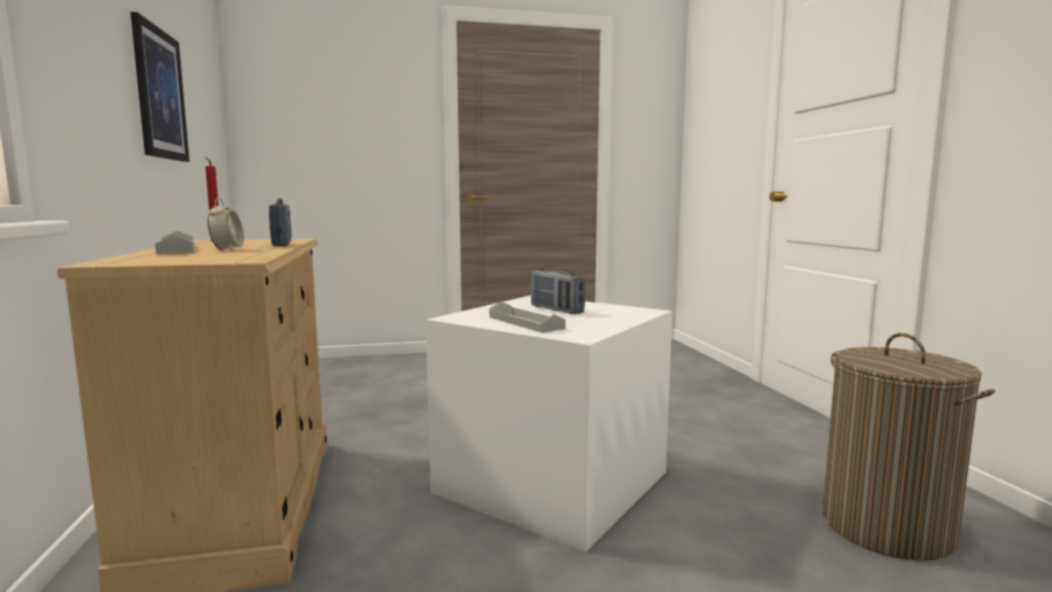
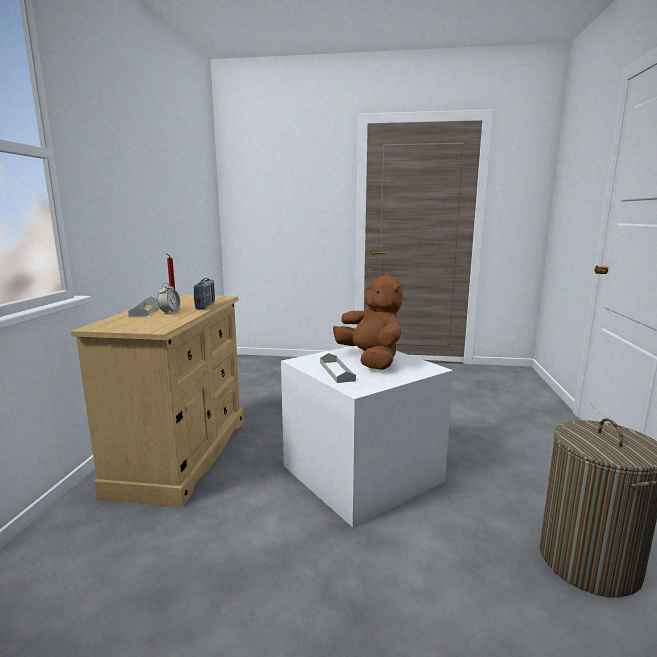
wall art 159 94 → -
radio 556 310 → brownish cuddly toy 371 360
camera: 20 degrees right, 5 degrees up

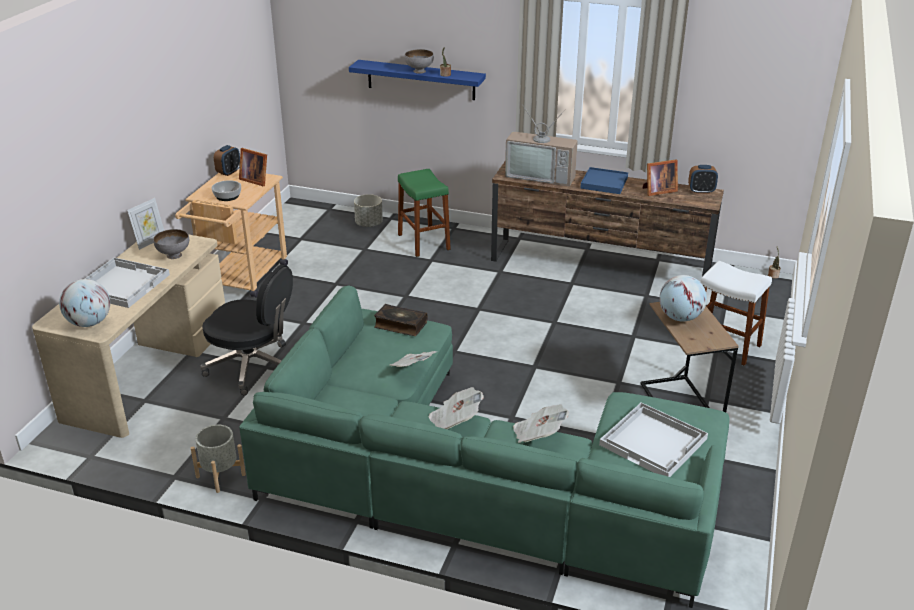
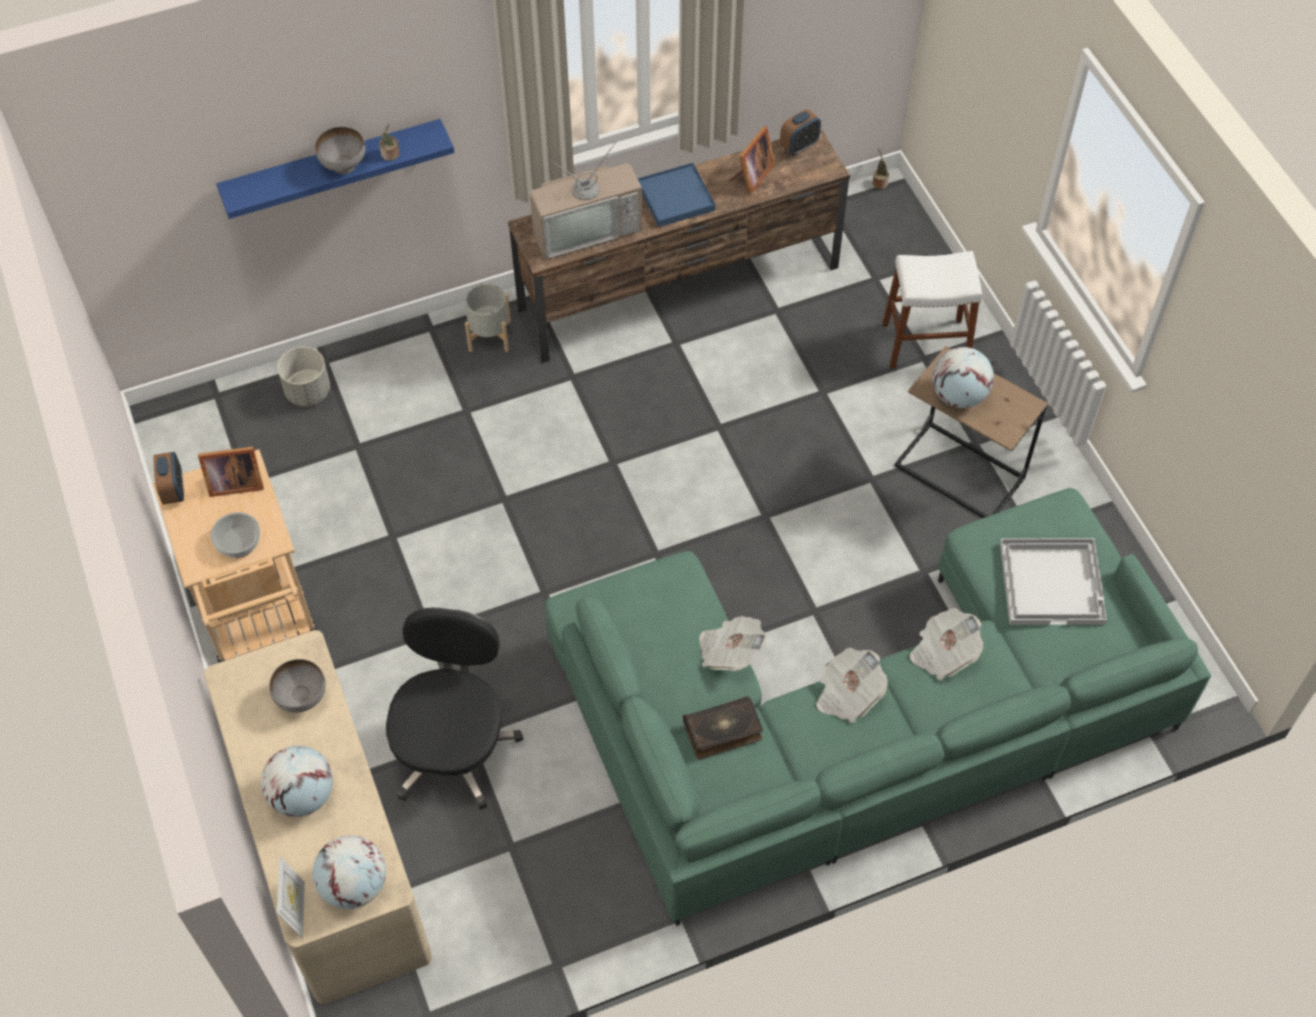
greenish stool 423 242 → -
picture frame 150 242 → picture frame 297 910, relocated
white-coloured serving tray 121 284 → globe 302 795
black desk chair 253 367 → black desk chair 454 747, 60 degrees counterclockwise
volume 400 325 → volume 723 732, relocated
gray plant pot 221 476 → gray plant pot 490 335, relocated
camera: 40 degrees left, 25 degrees up

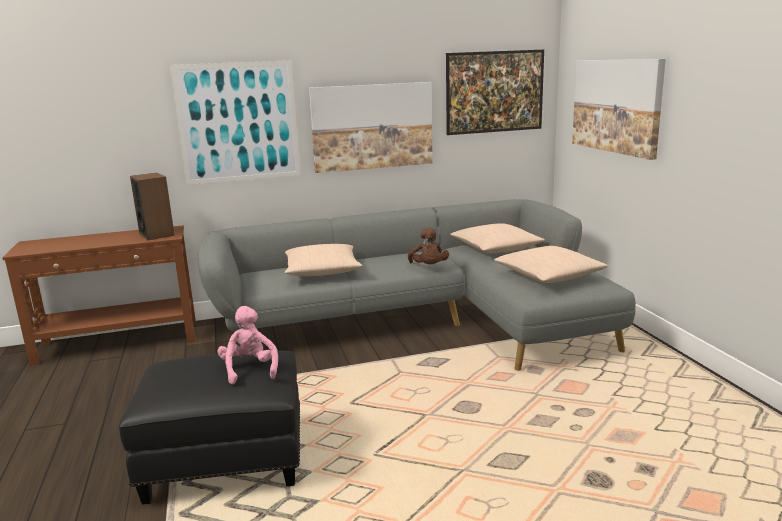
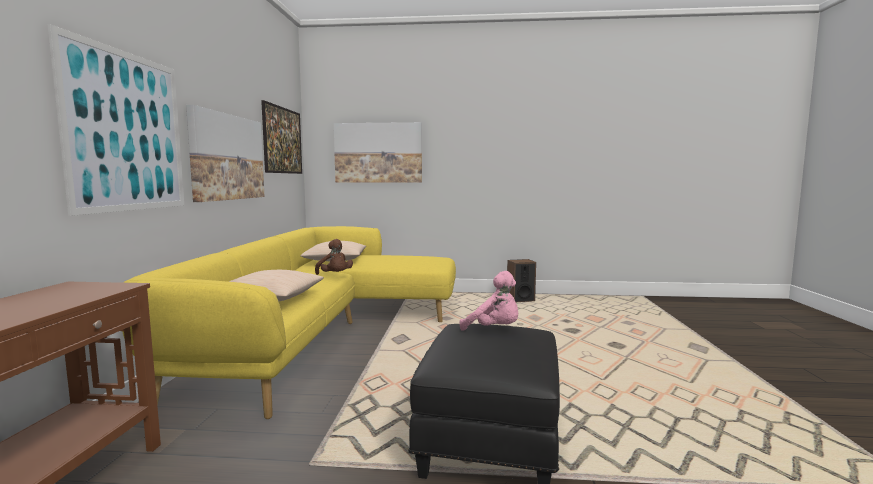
audio speaker 157 234 → audio speaker 520 300, relocated
gray couch 424 321 → yellow-coloured couch 324 330
brownish cuddly toy 428 267 → brownish cuddly toy 335 275, 45 degrees clockwise
beige-coloured cushion 548 276 → -
pink-coloured cuddly toy 249 369 → pink-coloured cuddly toy 494 330, 150 degrees counterclockwise
camera: 70 degrees left, 10 degrees down

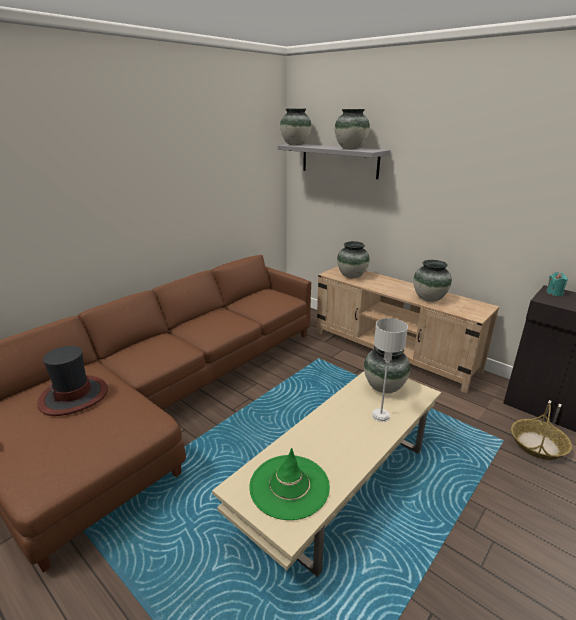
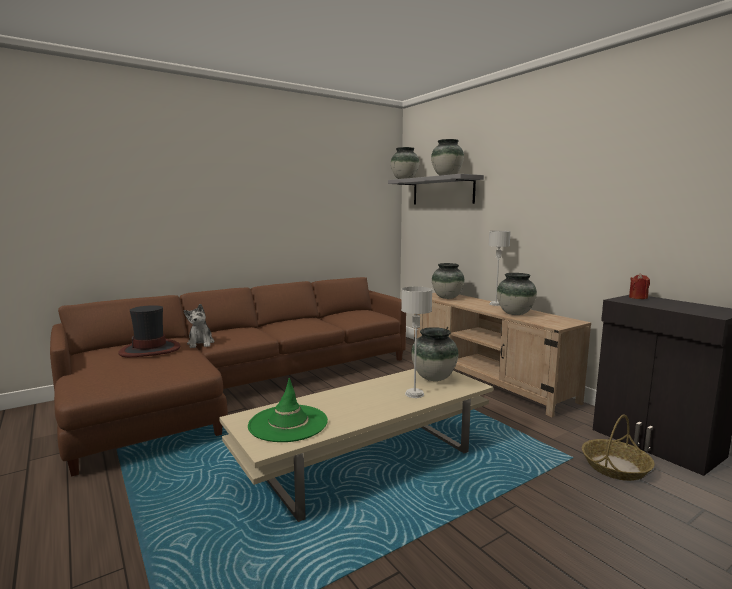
blue-green wax candle 554 293 → red wax candle 638 297
- → gray table lamp 496 304
- → cuddly toy 201 343
camera: 15 degrees right, 15 degrees down

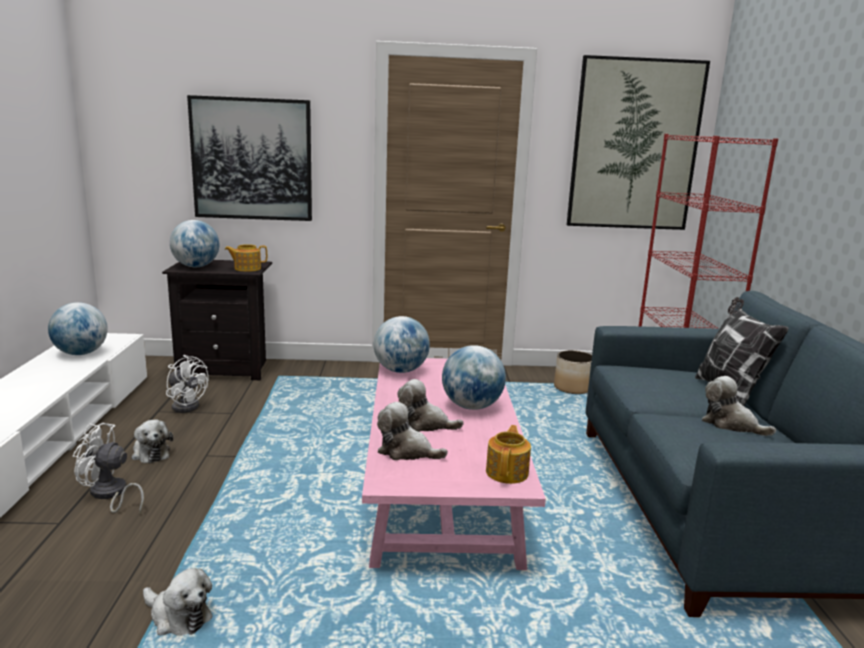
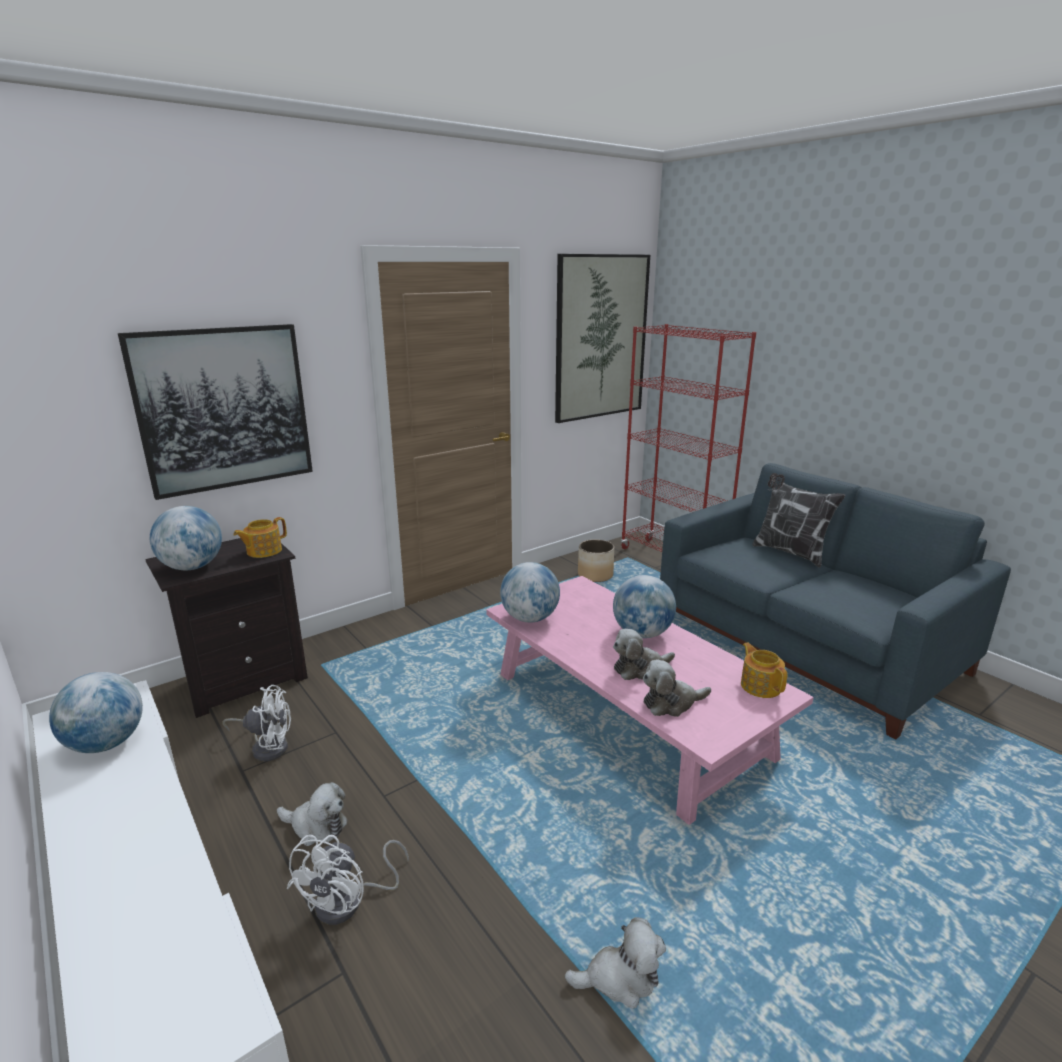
cuddly toy 731 424 → -
white-coloured electric fan 110 495 → white-coloured electric fan 349 902, 45 degrees counterclockwise
camera: 35 degrees left, 5 degrees up

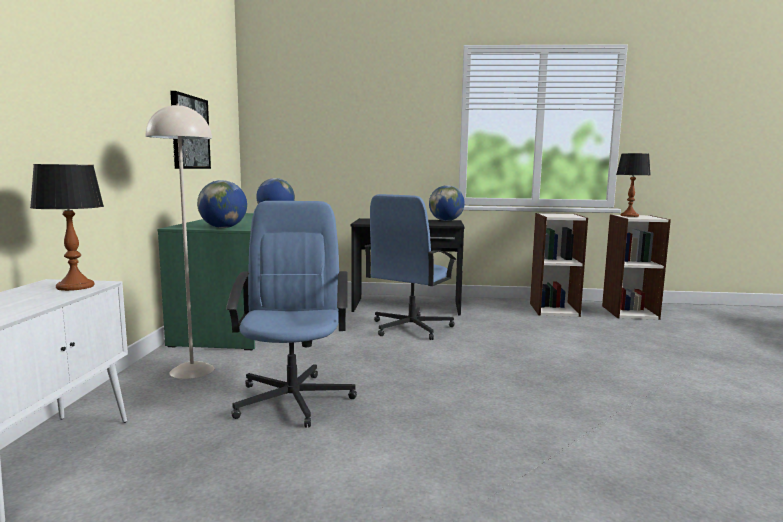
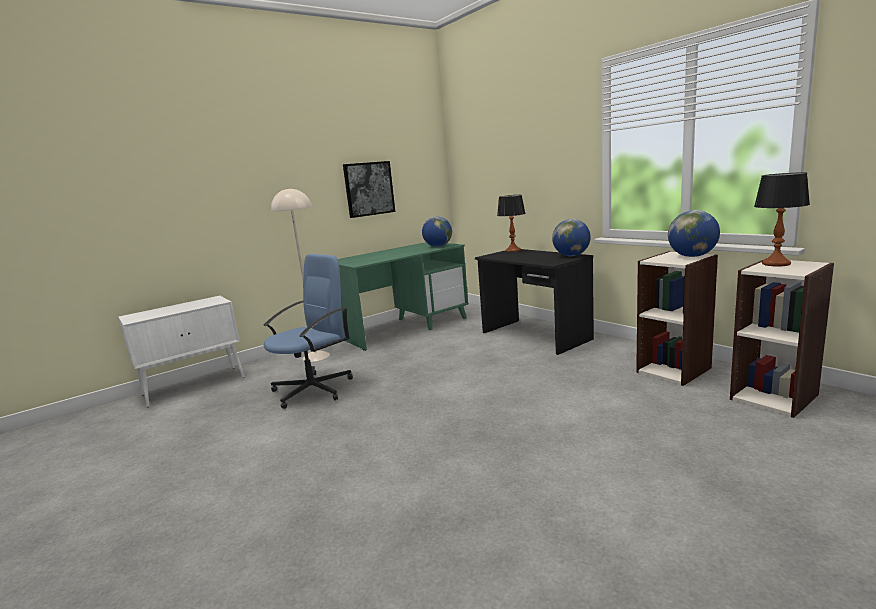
table lamp 75 286 → table lamp 513 250, relocated
globe 223 227 → globe 692 256, relocated
blue desk chair 410 328 → -
camera: 50 degrees right, 5 degrees up

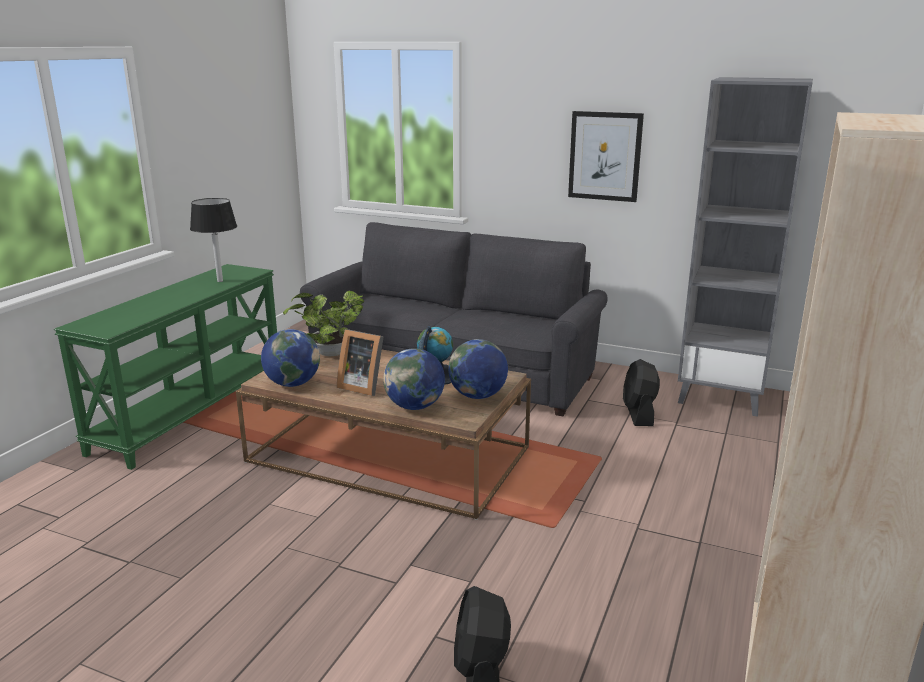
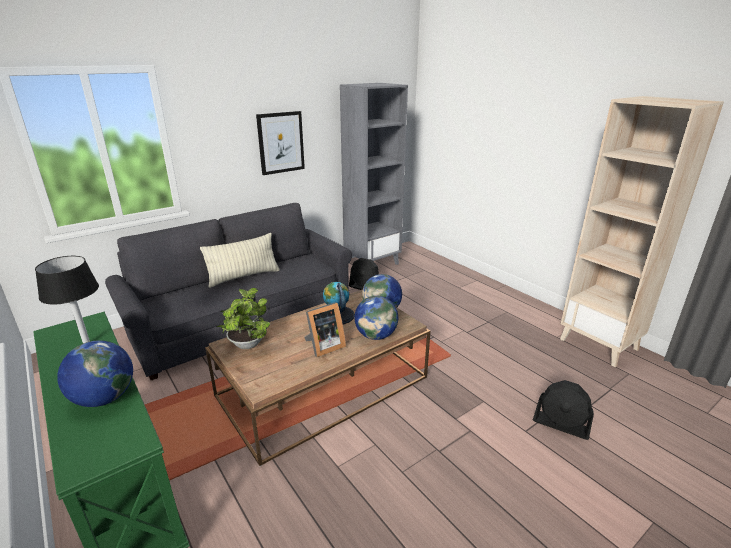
globe 292 384 → globe 104 398, relocated
- → cushion 244 277
camera: 60 degrees left, 5 degrees up

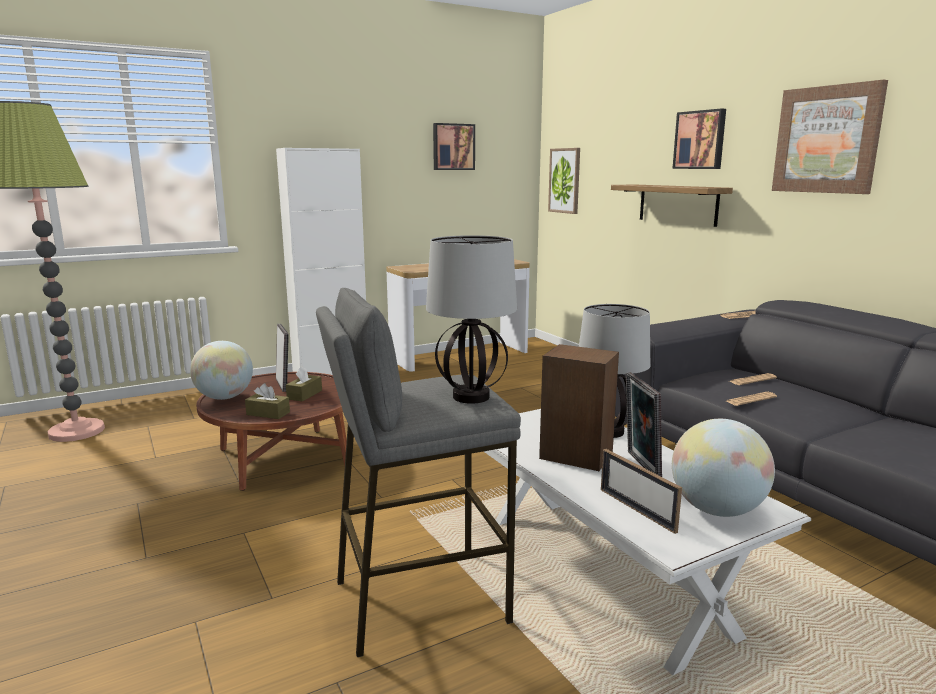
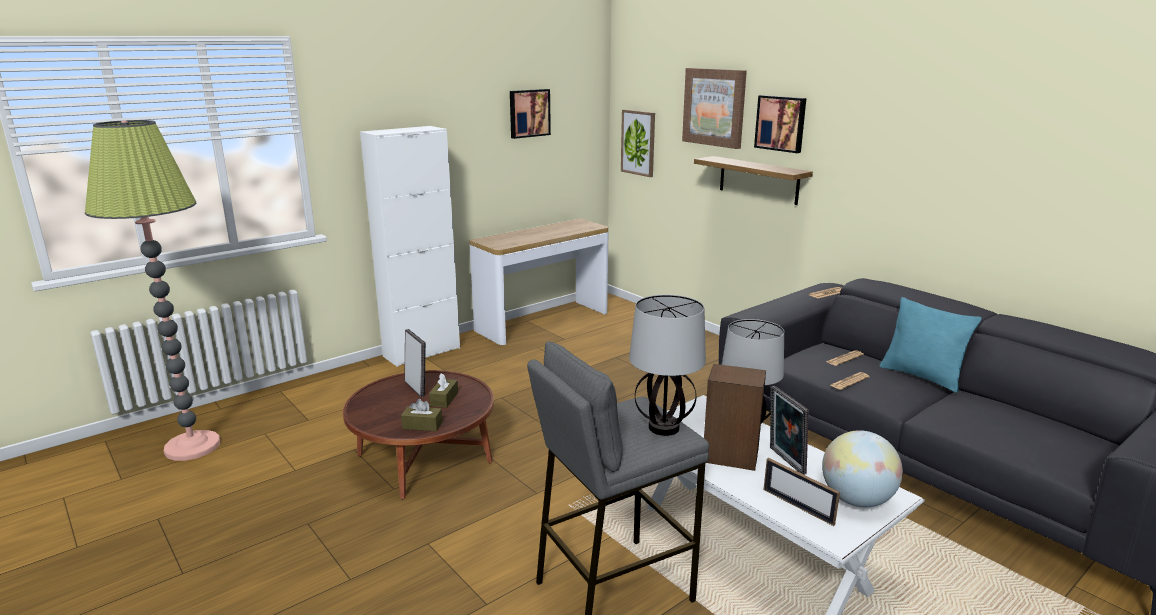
wall art 827 140 → wall art 714 107, relocated
globe 224 397 → -
- → blue-green cushion 921 376
camera: 10 degrees left, 5 degrees up

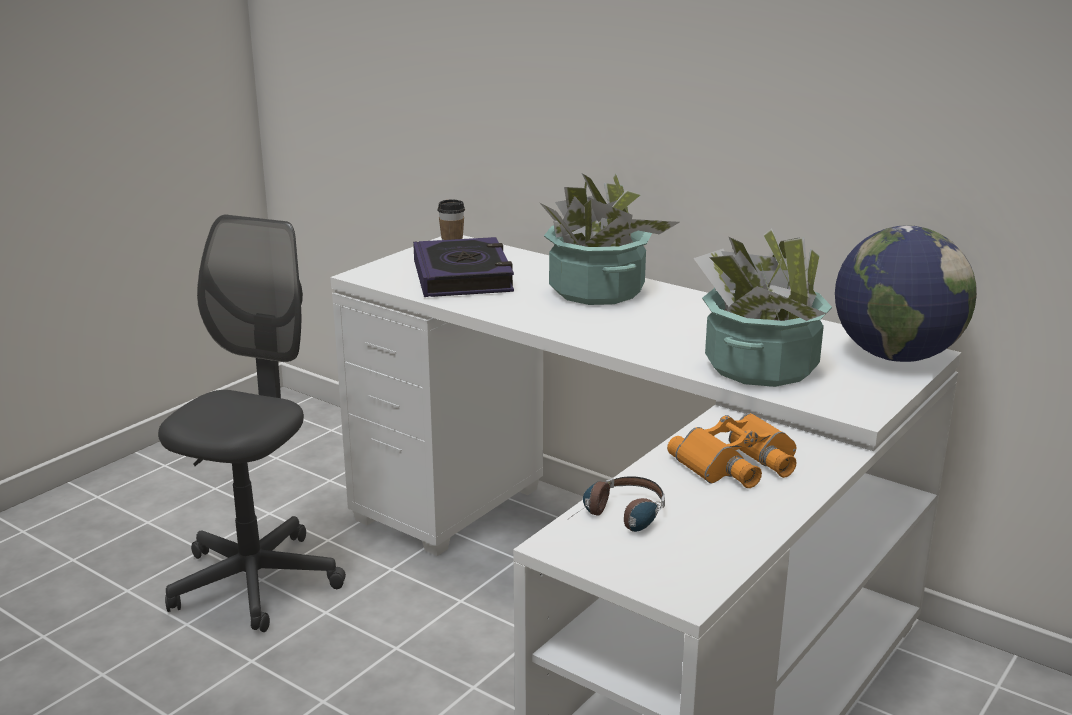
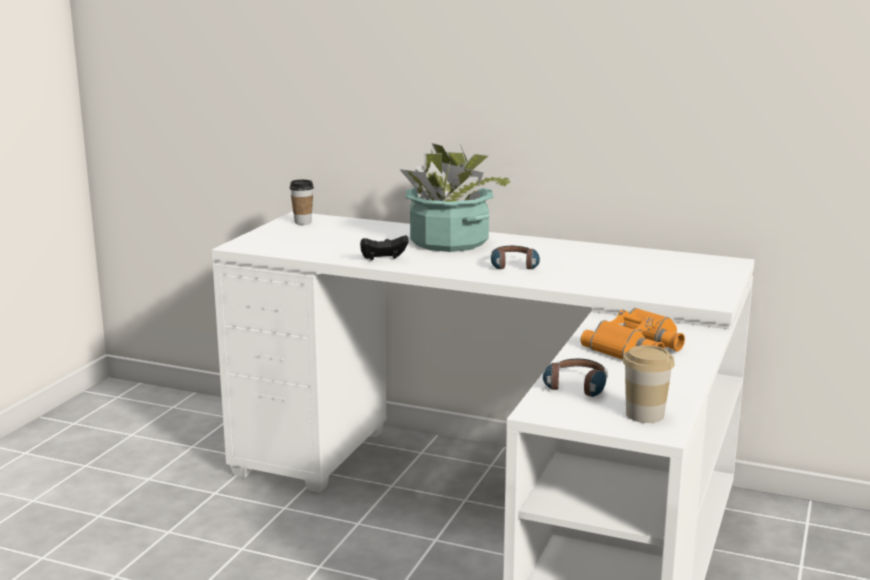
gray desk chair 255 582 → -
globe 895 356 → -
houseplant 760 367 → -
volume 463 276 → -
- → black joypad 383 260
- → pair of headphones 514 268
- → drinking cup 645 415
camera: 15 degrees left, 5 degrees down

